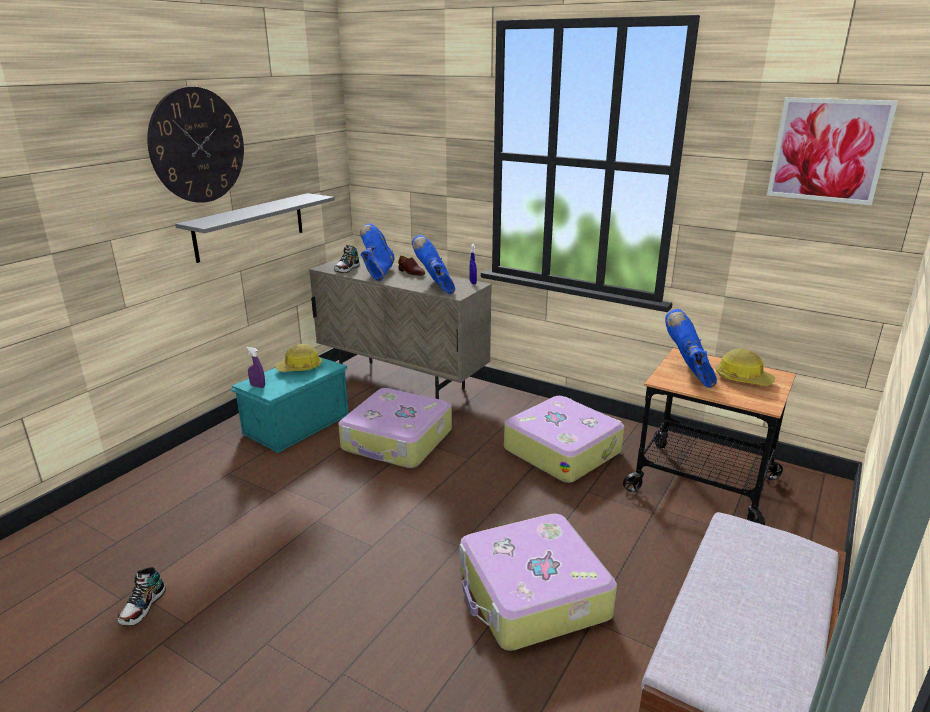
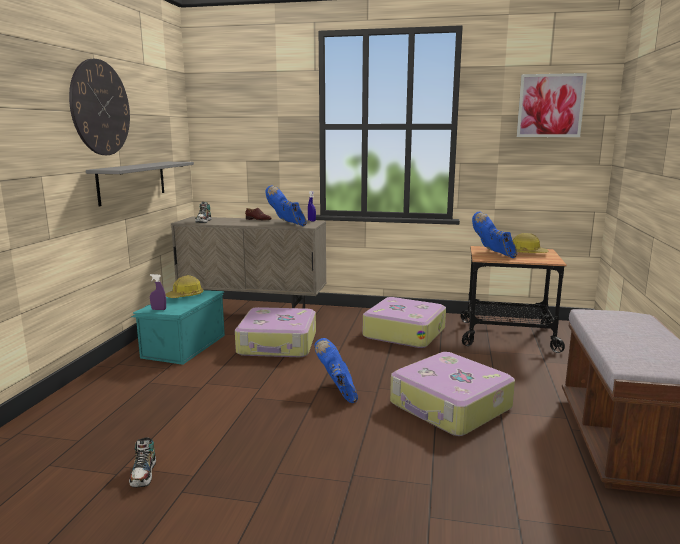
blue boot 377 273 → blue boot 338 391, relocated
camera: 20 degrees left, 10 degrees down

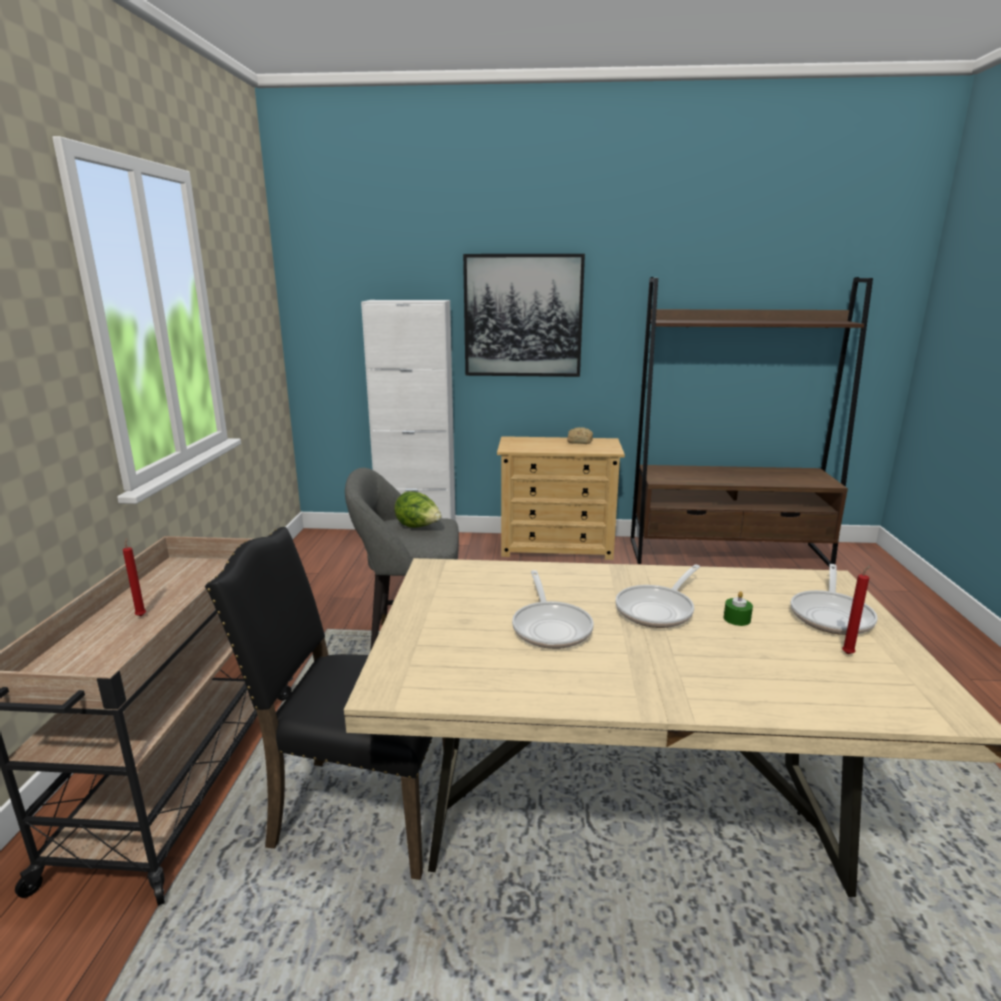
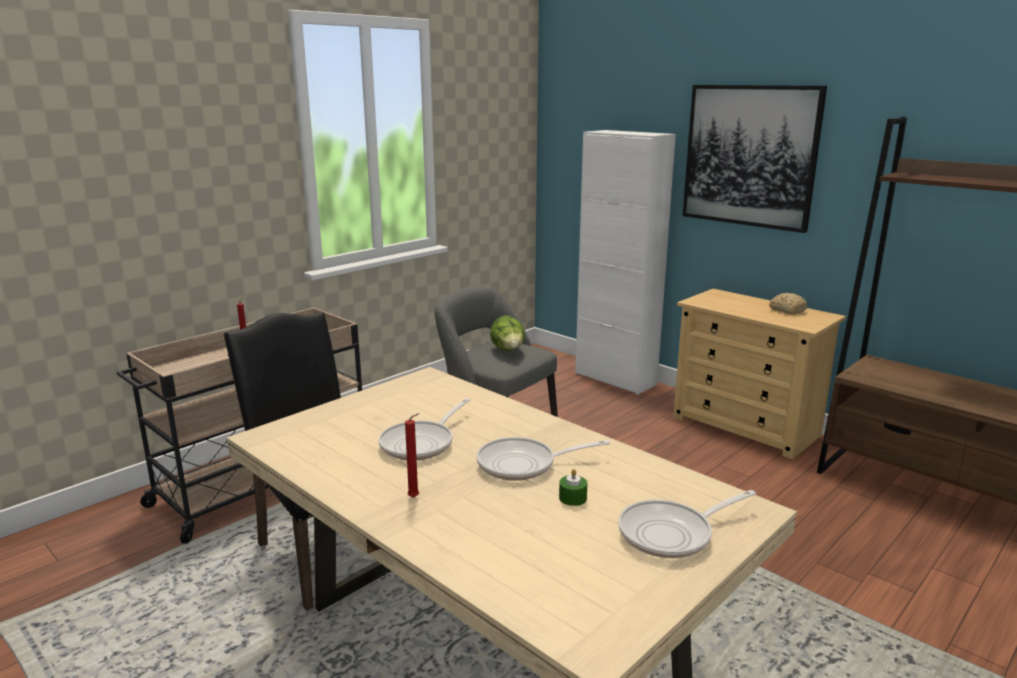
red wax candle 849 653 → red wax candle 415 497, relocated
camera: 40 degrees right, 0 degrees up

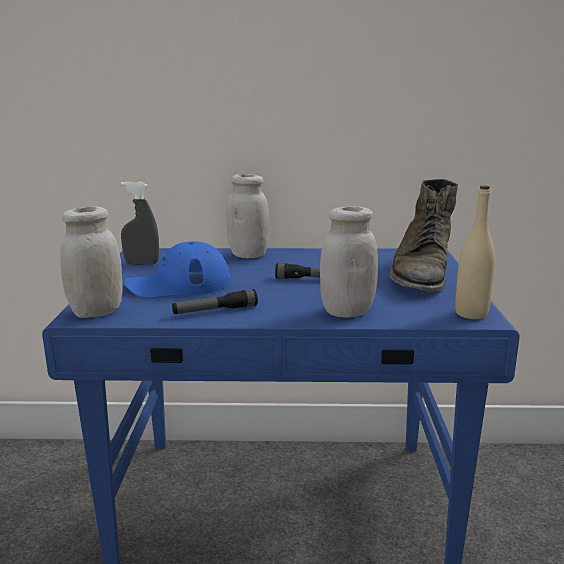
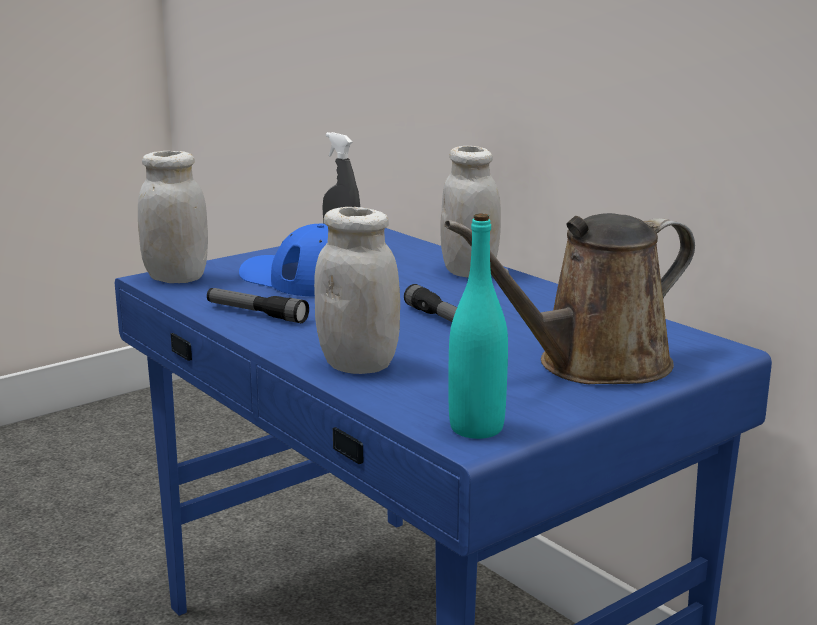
greenish boot 421 274 → brownish watering pot 593 365
beige-coloured bottle 471 314 → blue-green bottle 476 428
camera: 50 degrees right, 0 degrees up

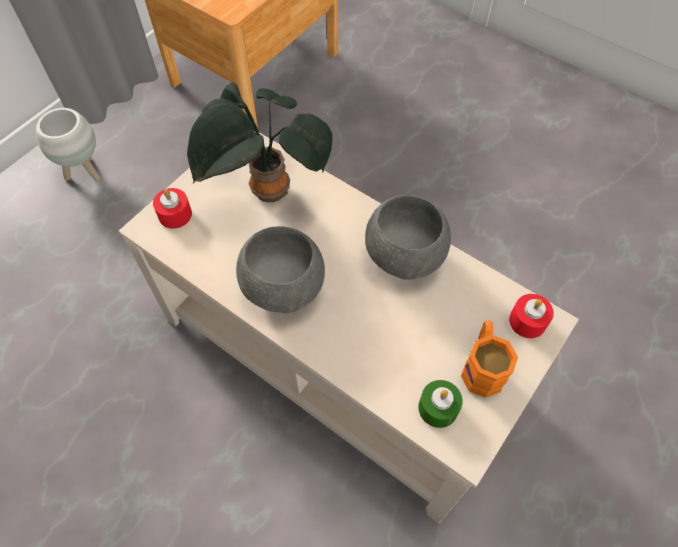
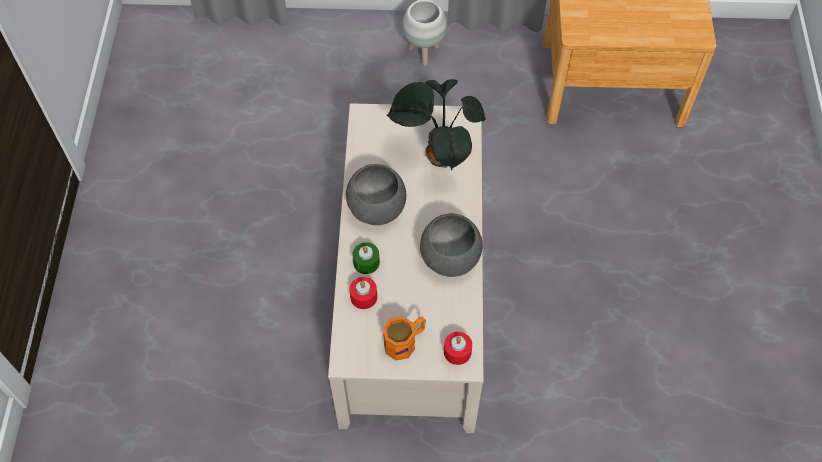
red wax candle 175 214 → red wax candle 363 297, relocated
greenish wax candle 438 408 → greenish wax candle 366 262, relocated
camera: 55 degrees right, 0 degrees up

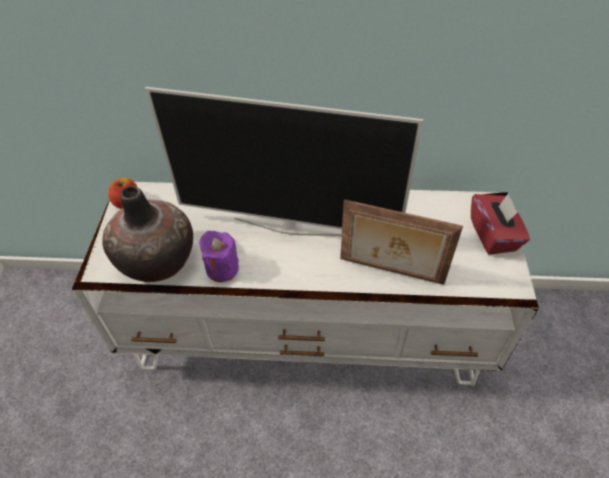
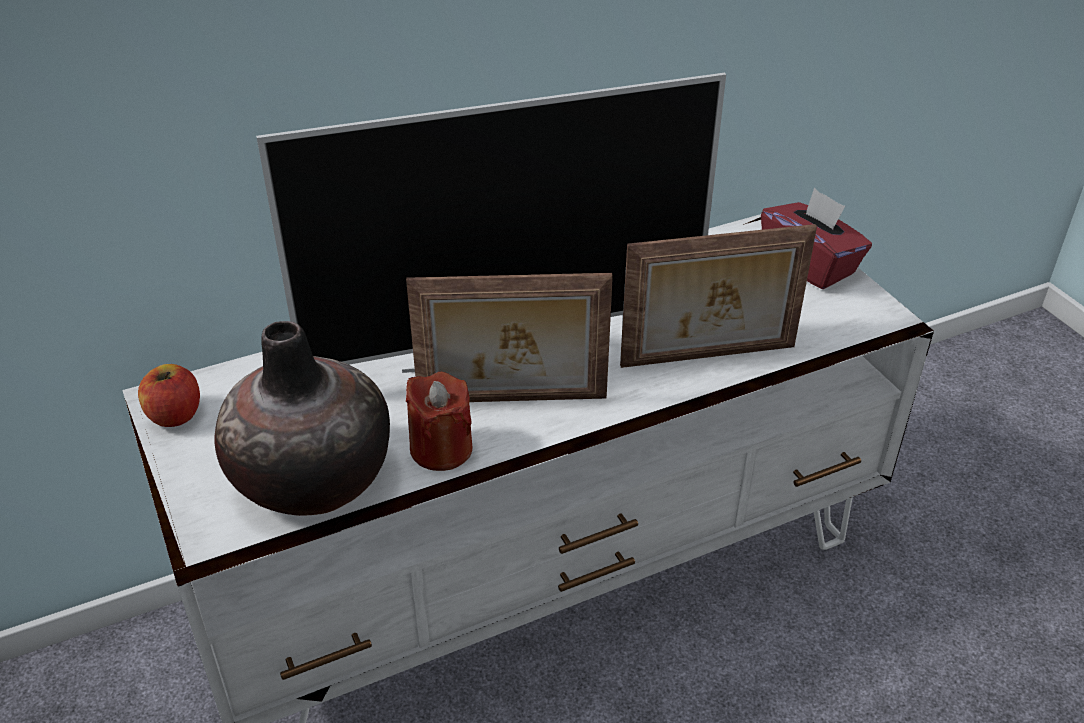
purplish wax candle 222 269 → red wax candle 441 449
- → picture frame 512 402
camera: 30 degrees left, 10 degrees down

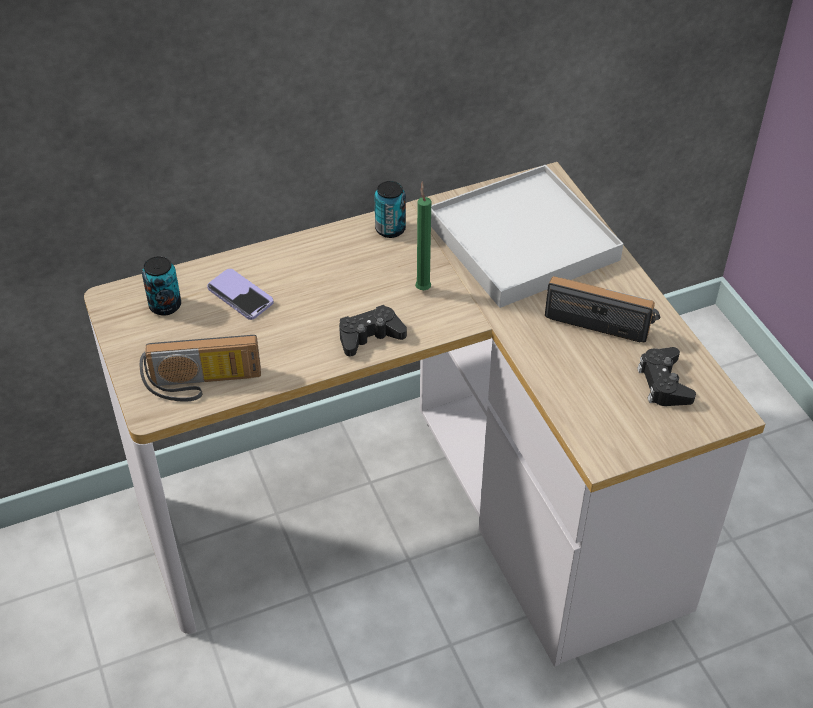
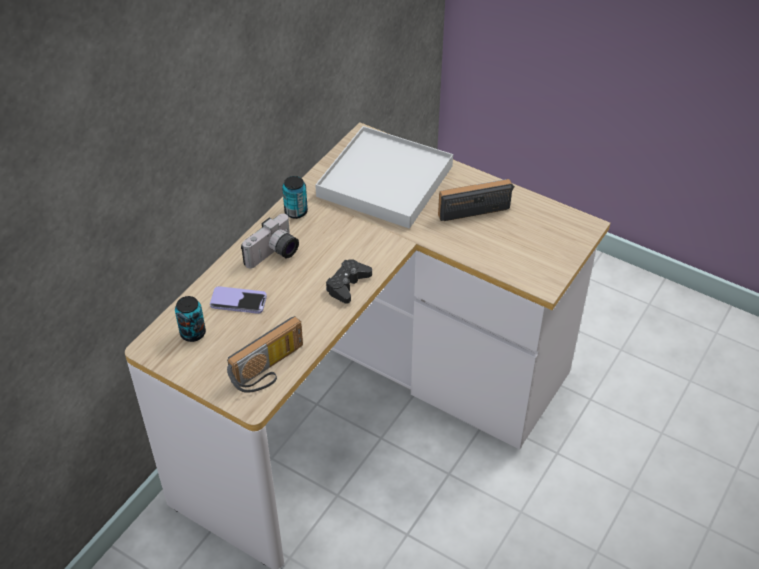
greenish wax candle 423 287 → -
black joypad 664 383 → -
- → photo camera 274 255
camera: 35 degrees left, 0 degrees up

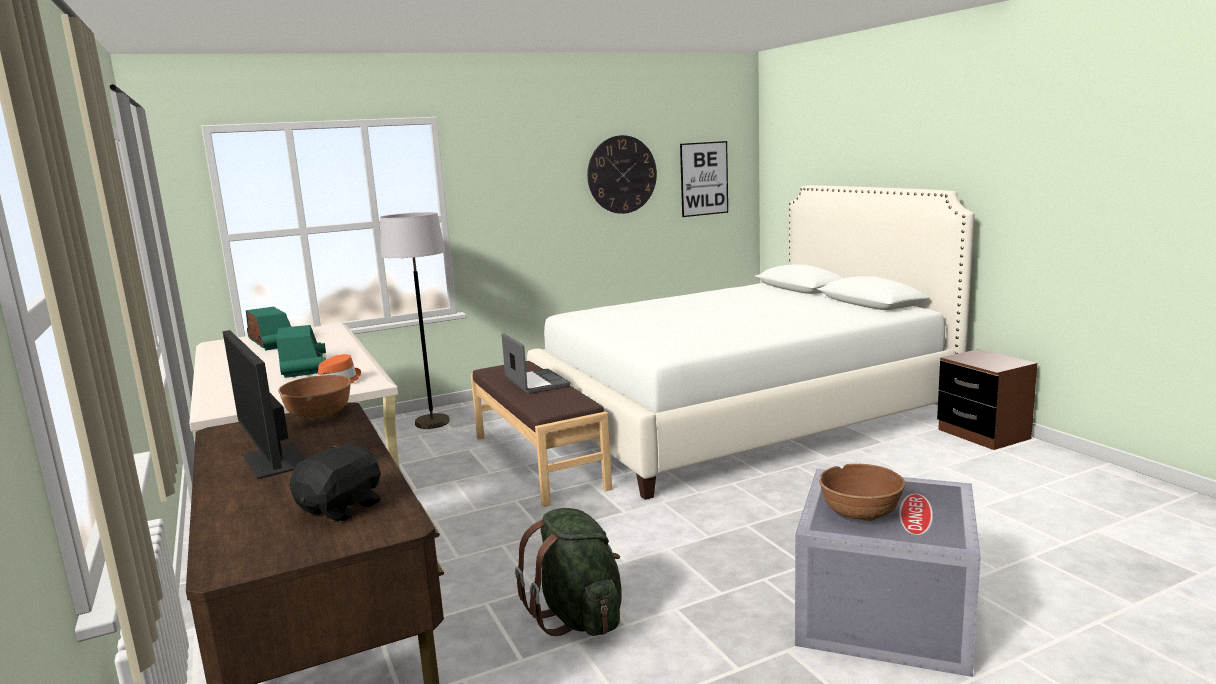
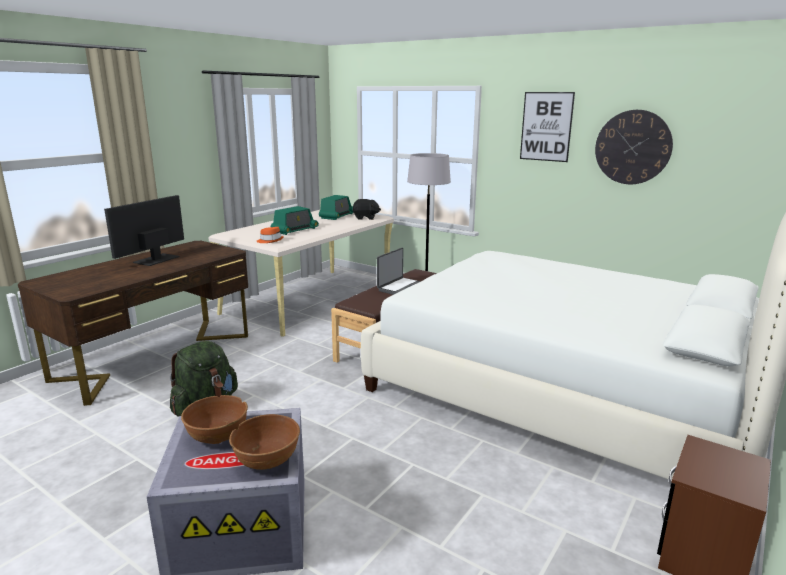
wall art 704 178 → wall art 546 126, relocated
brownish deep dish 319 415 → brownish deep dish 267 459, relocated
black cuddly toy 342 508 → black cuddly toy 365 218, relocated
camera: 60 degrees right, 5 degrees up

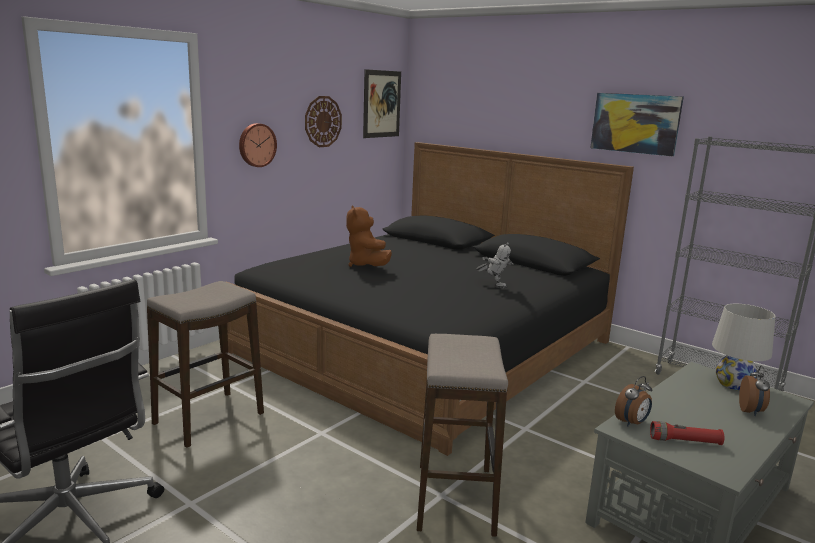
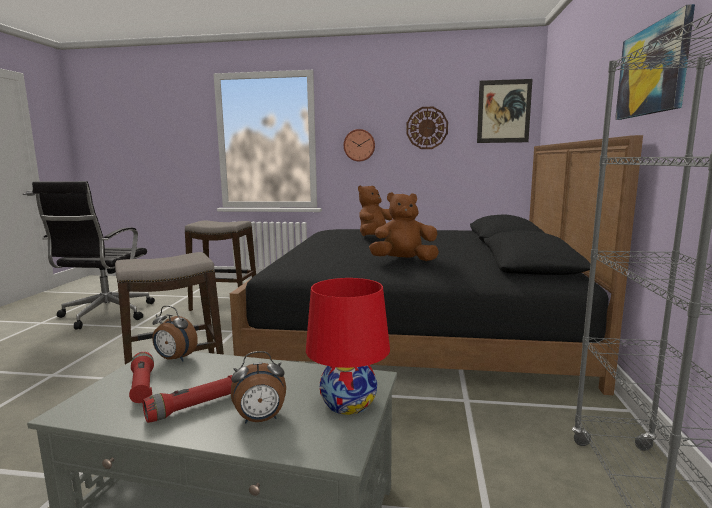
toy robot 494 285 → brownish cuddly toy 404 261
white-coloured table lamp 733 384 → red table lamp 348 403
- → red torch 192 408
camera: 60 degrees right, 5 degrees down

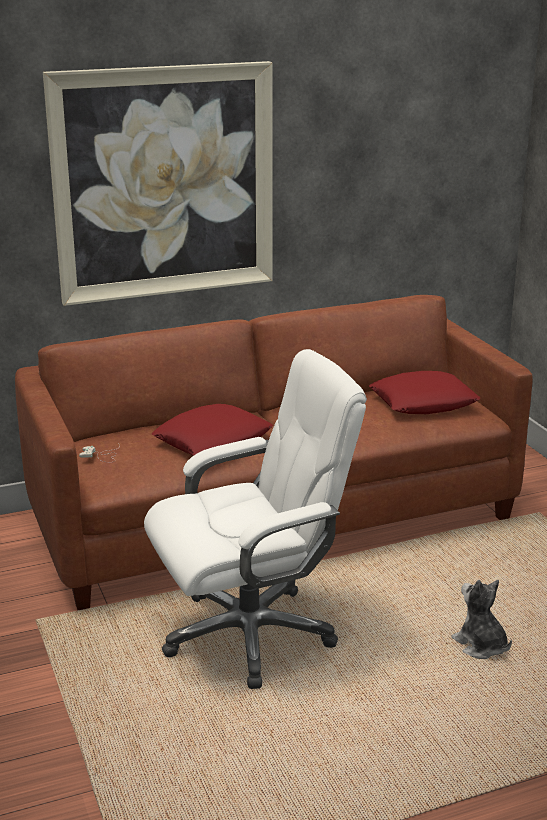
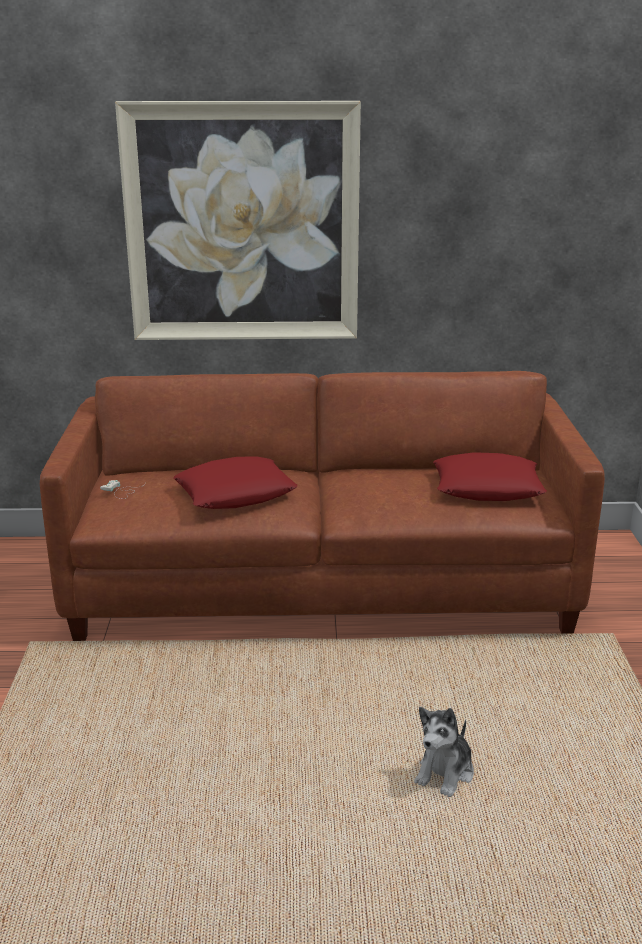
white-coloured desk chair 251 633 → -
cuddly toy 480 646 → cuddly toy 445 773, 135 degrees counterclockwise
camera: 20 degrees right, 0 degrees up

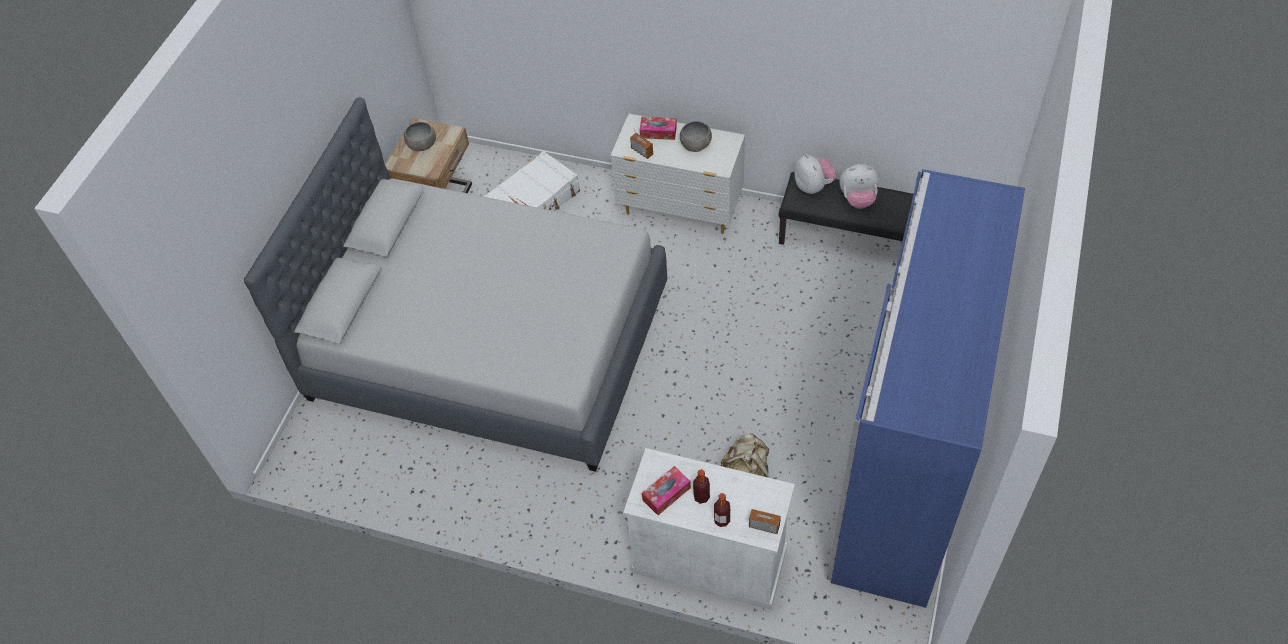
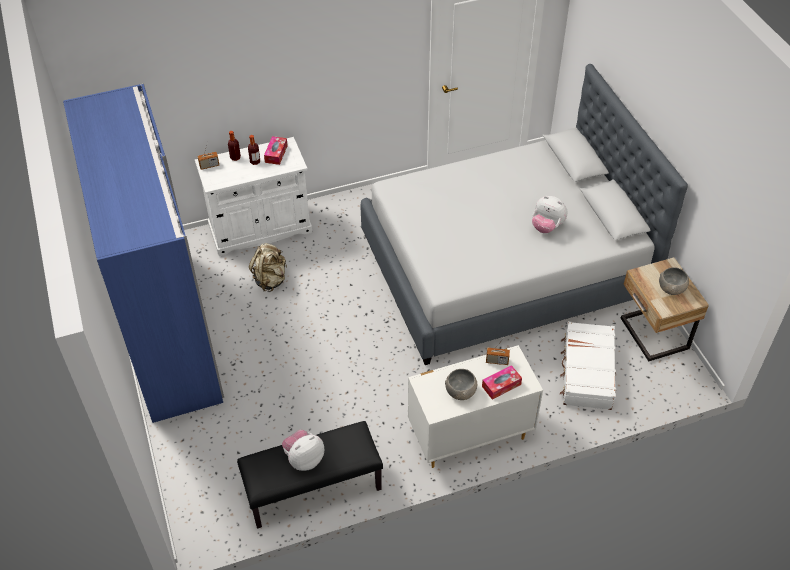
cuddly toy 813 186 → cuddly toy 547 227, relocated
camera: 140 degrees right, 5 degrees down

